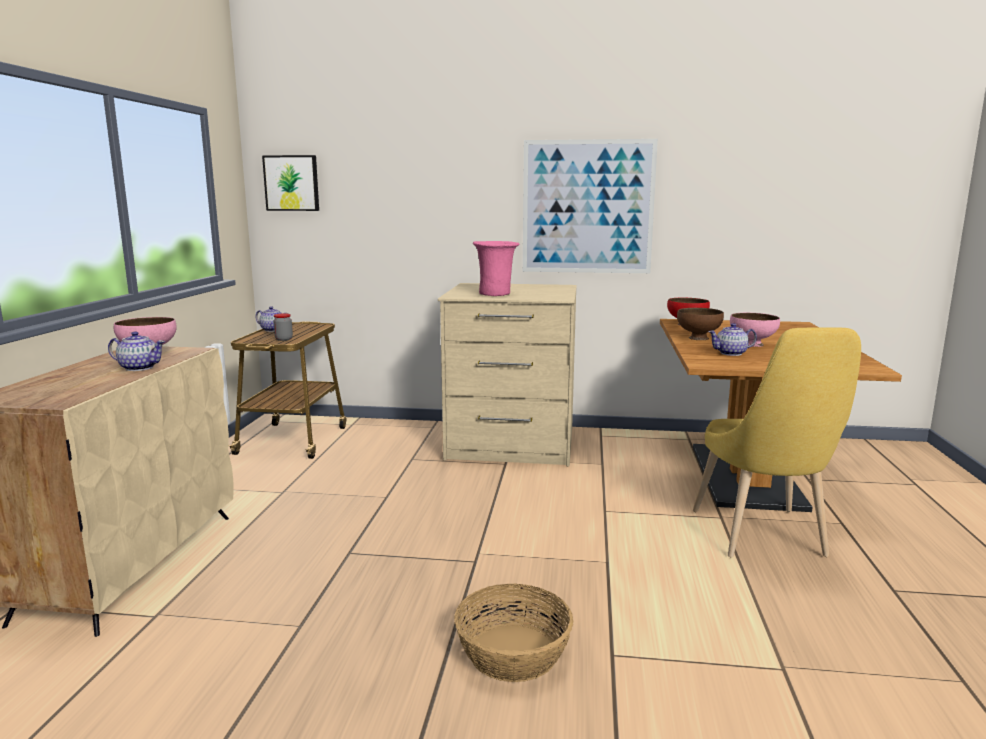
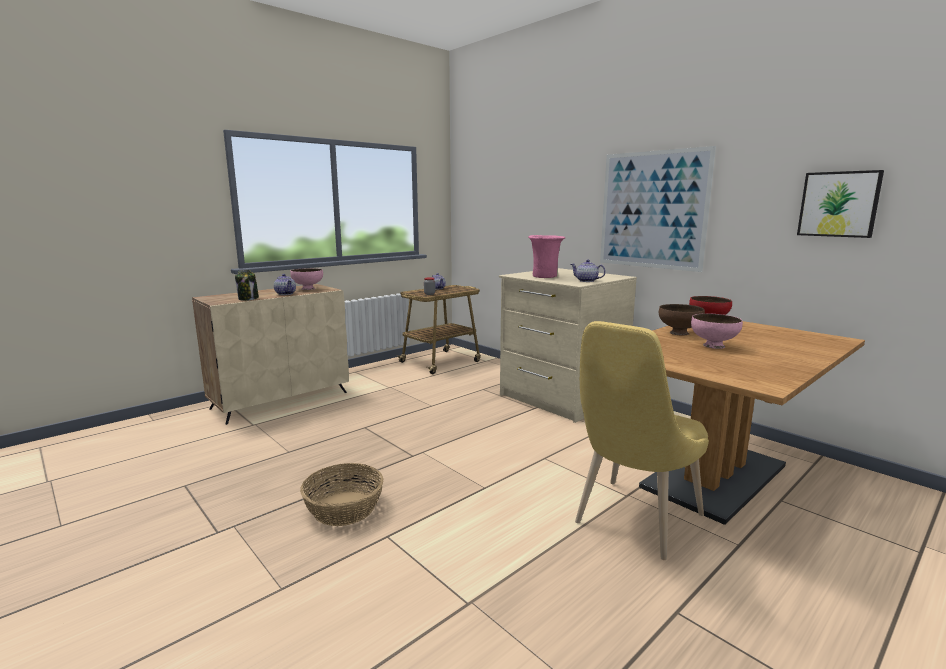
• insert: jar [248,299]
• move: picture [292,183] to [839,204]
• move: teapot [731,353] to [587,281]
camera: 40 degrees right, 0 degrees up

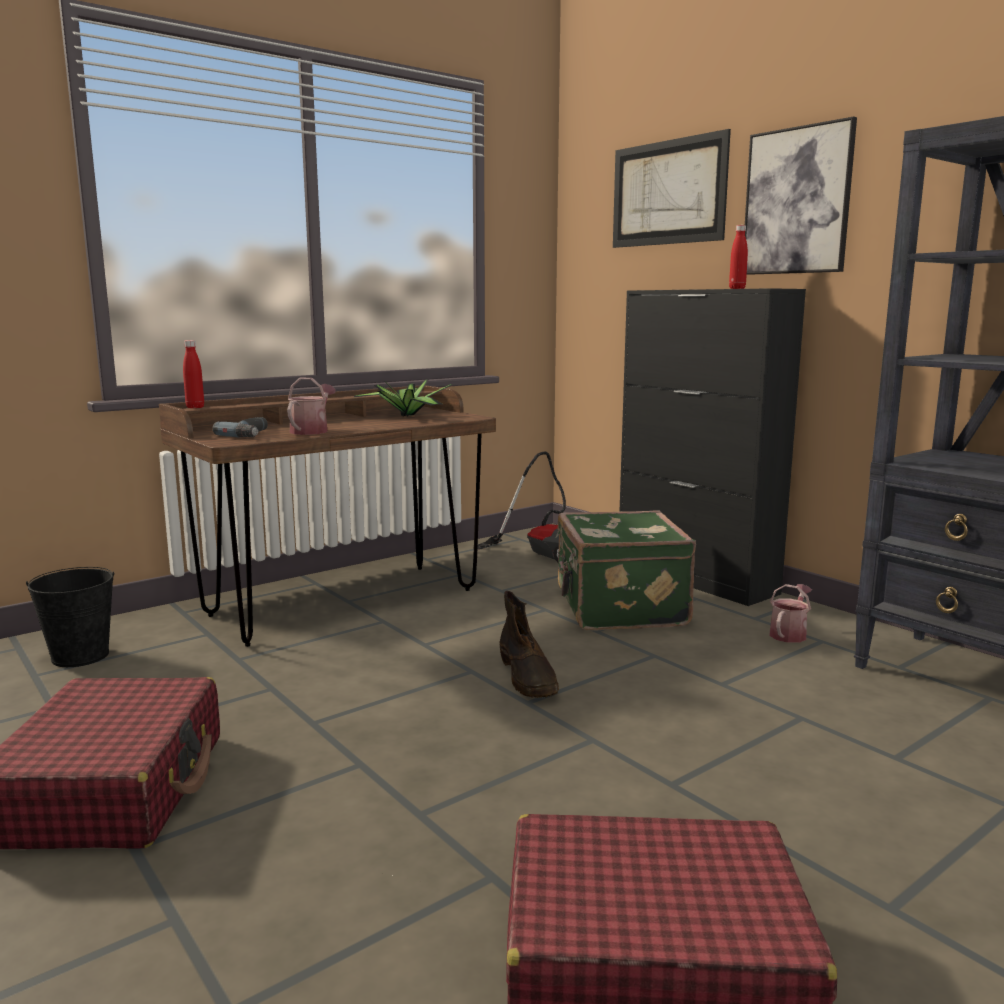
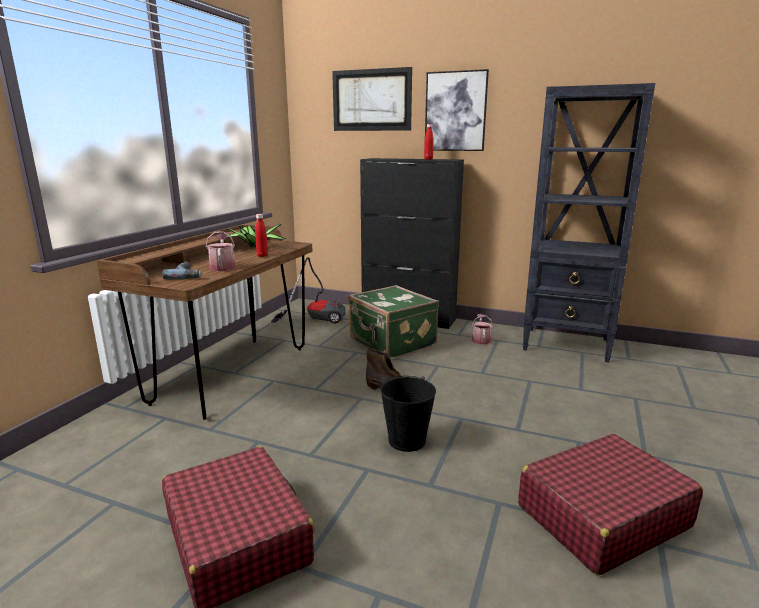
• move: black_bucket [80,656] to [407,440]
• move: red_bottle [195,407] to [262,256]
camera: 30 degrees left, 5 degrees up

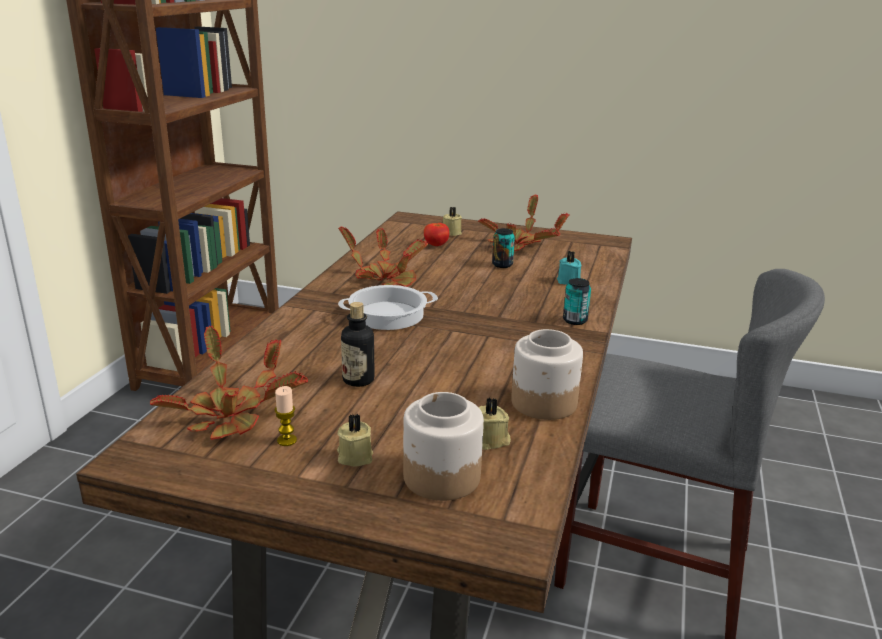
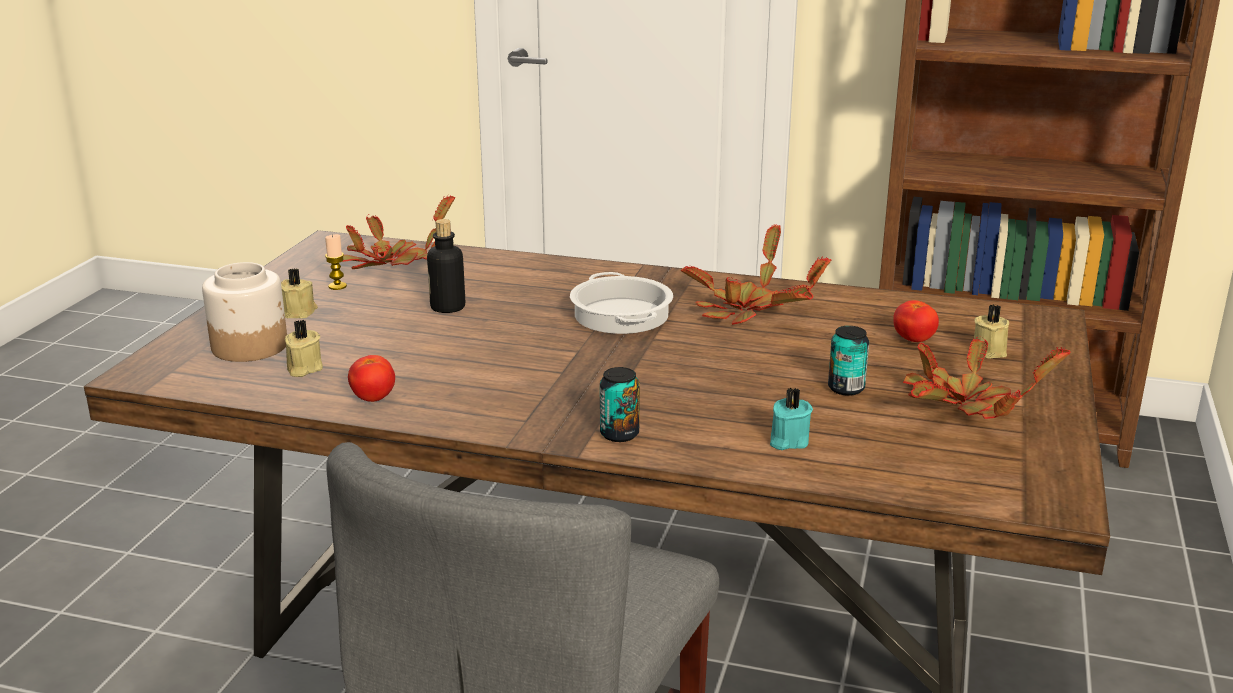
• replace: jar [543,403] to tomato [373,398]
camera: 90 degrees right, 0 degrees up

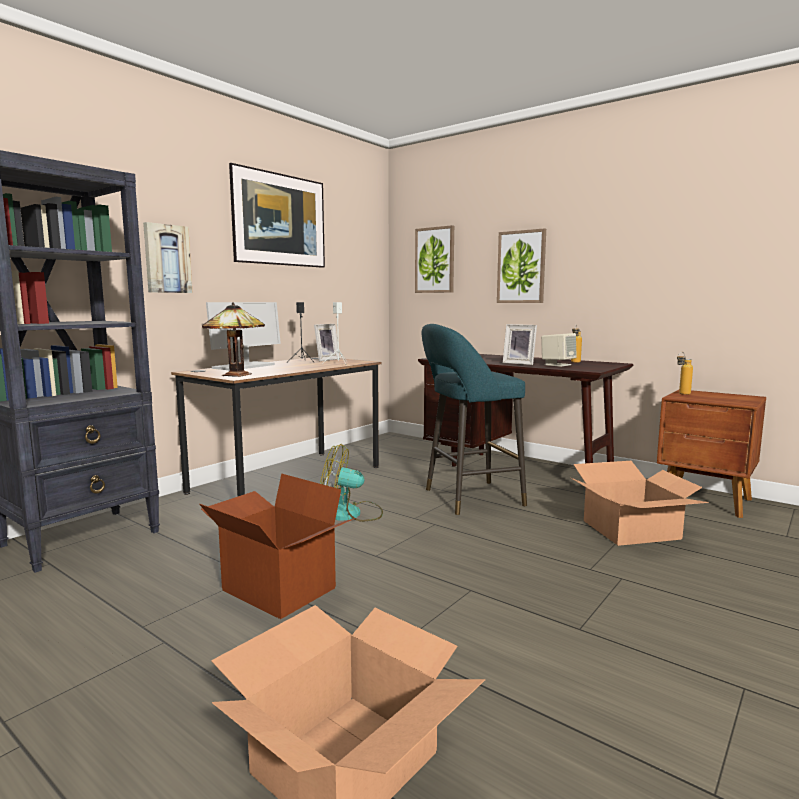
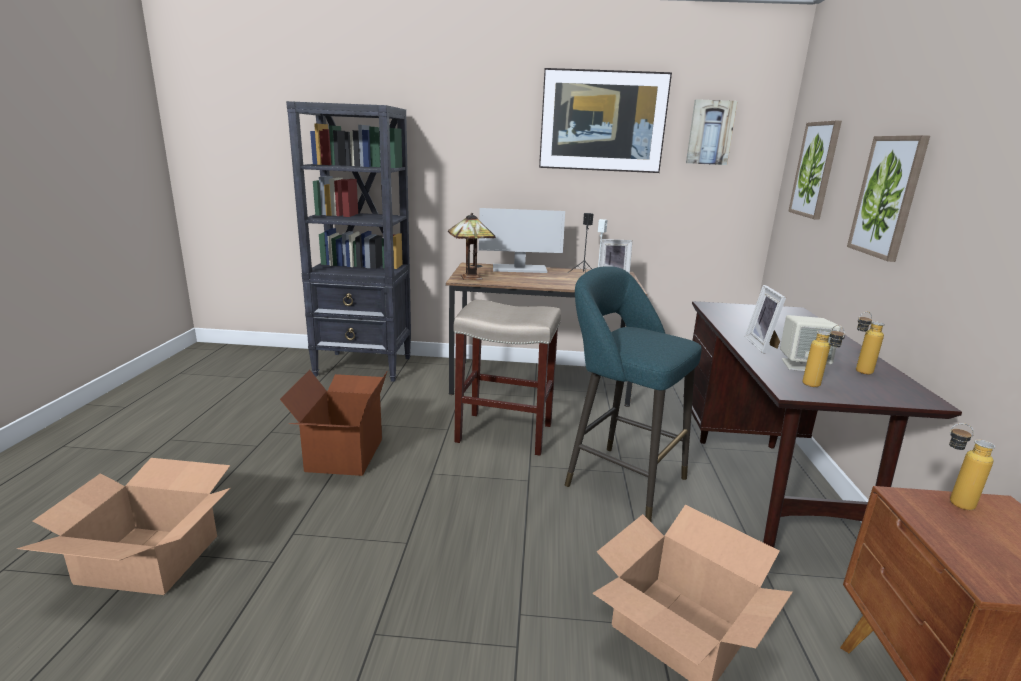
• insert: bottle [816,387]
• move: picture [167,259] to [710,132]
• replace: fan [351,513] to beige_stool [503,433]
camera: 55 degrees right, 10 degrees up

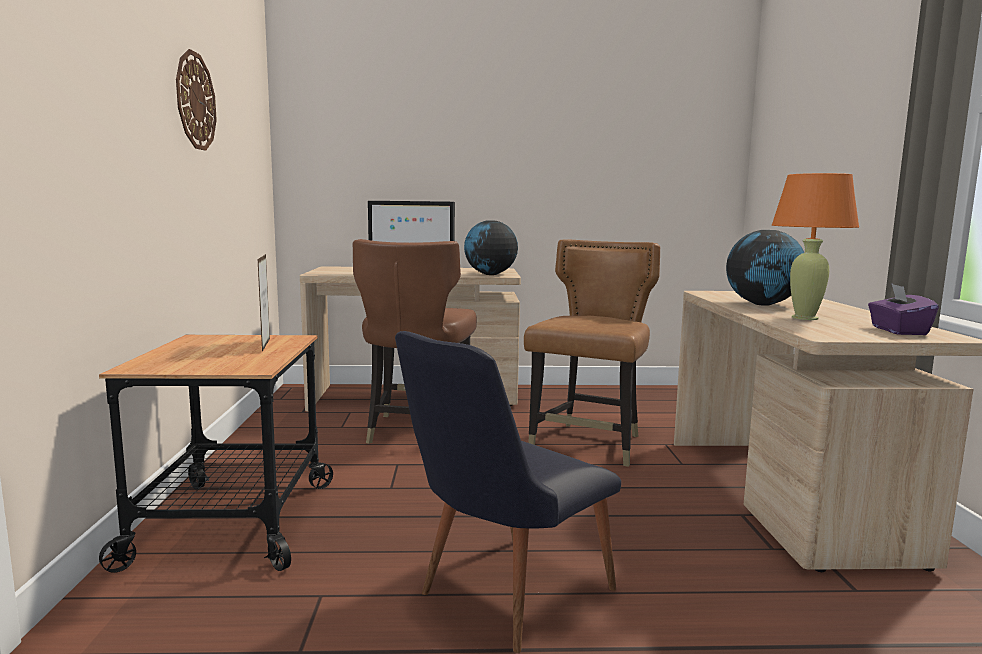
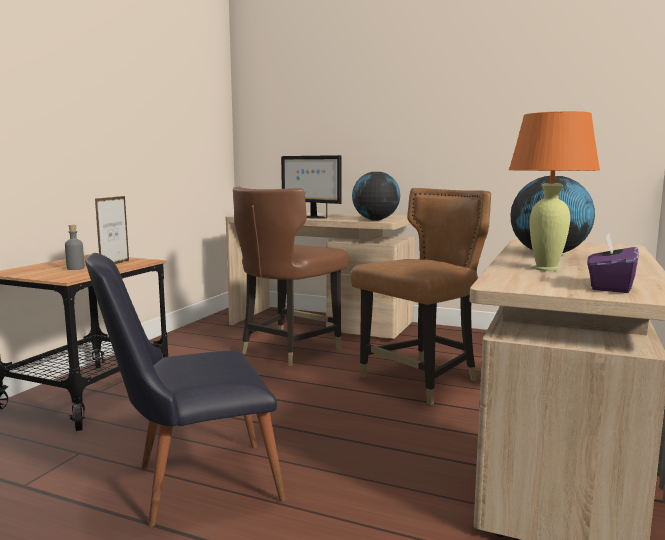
• delete: wall_clock [195,101]
• insert: grey_bottle [75,268]
camera: 25 degrees right, 0 degrees up

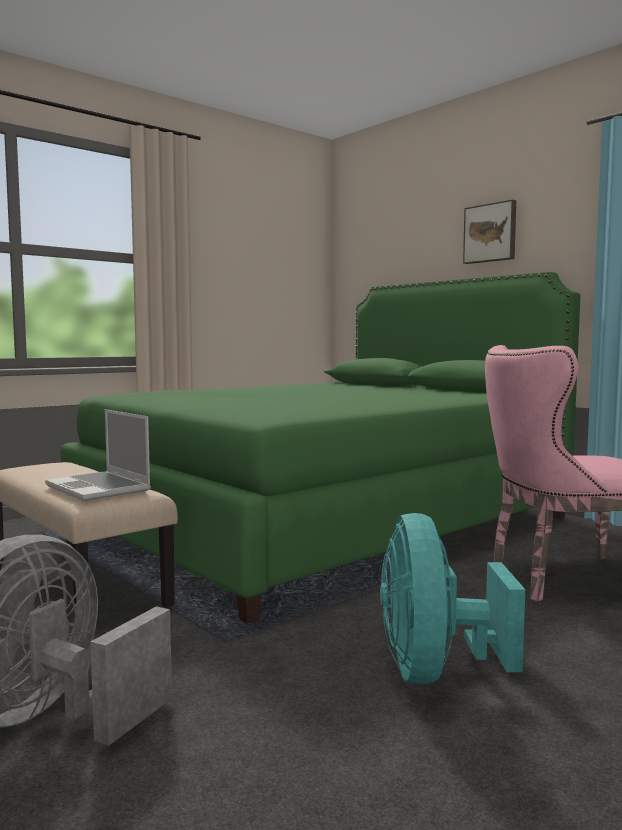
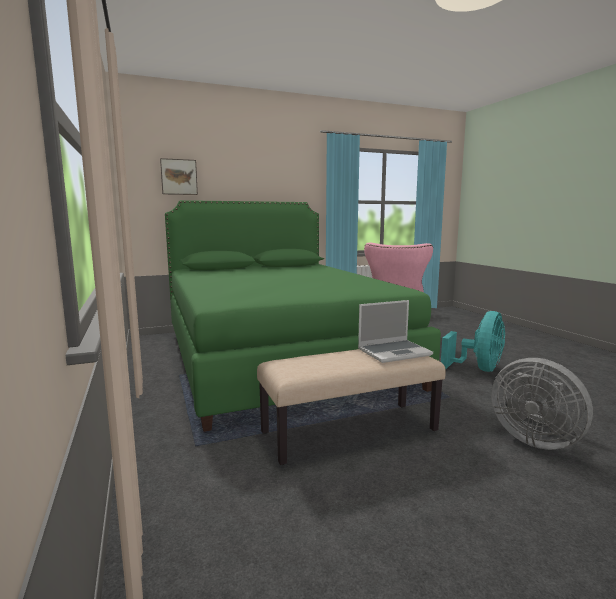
• move: picture [490,233] to [179,177]
• rotate: turquoise_fan [434,671] = [478,369] 75 degrees counterclockwise
camera: 70 degrees left, 5 degrees up

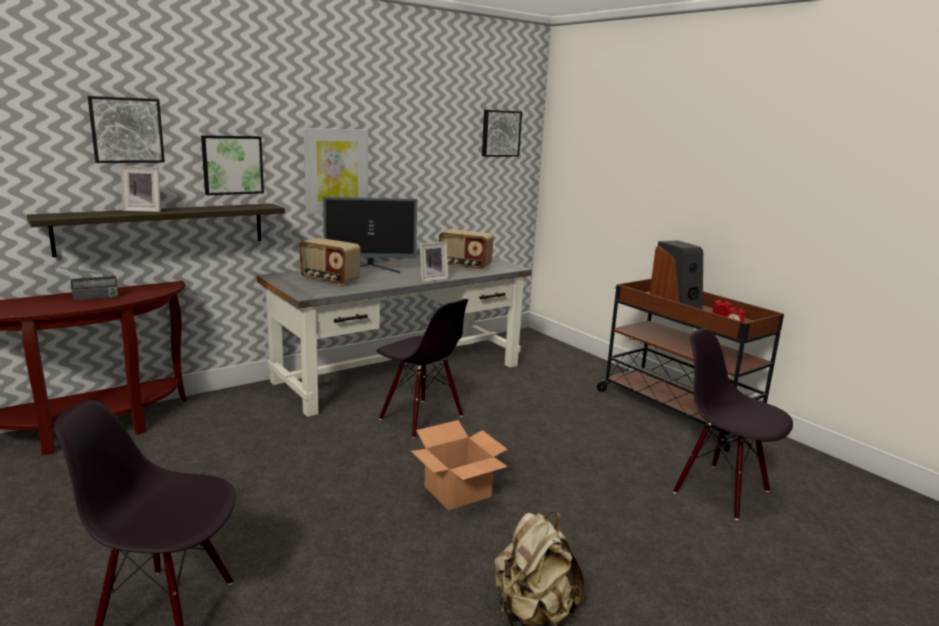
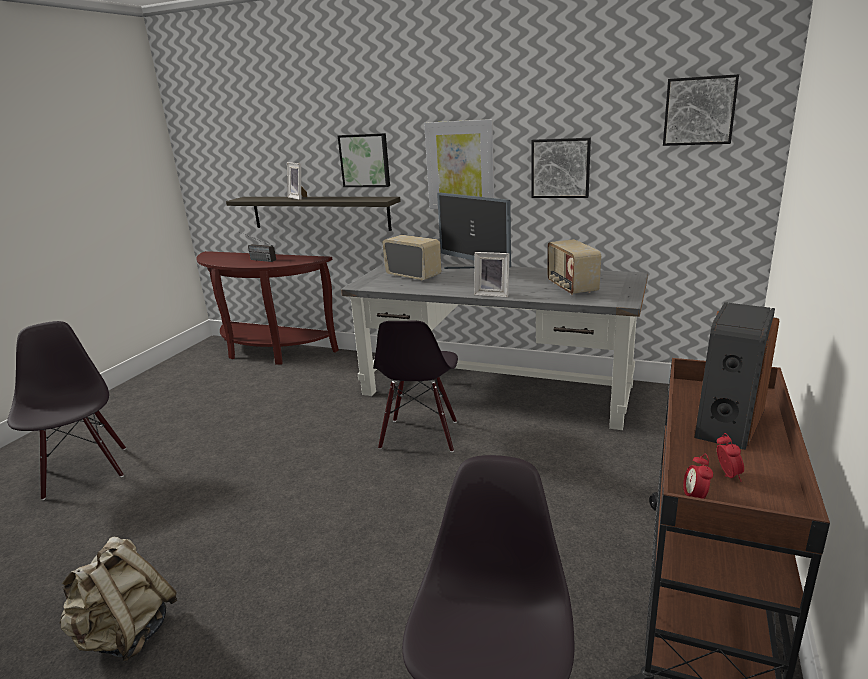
• delete: cardboard_box [458,491]
• move: picture [126,130] to [560,168]
• rotate: radio [329,280] = [414,276] 135 degrees clockwise
camera: 60 degrees right, 5 degrees up

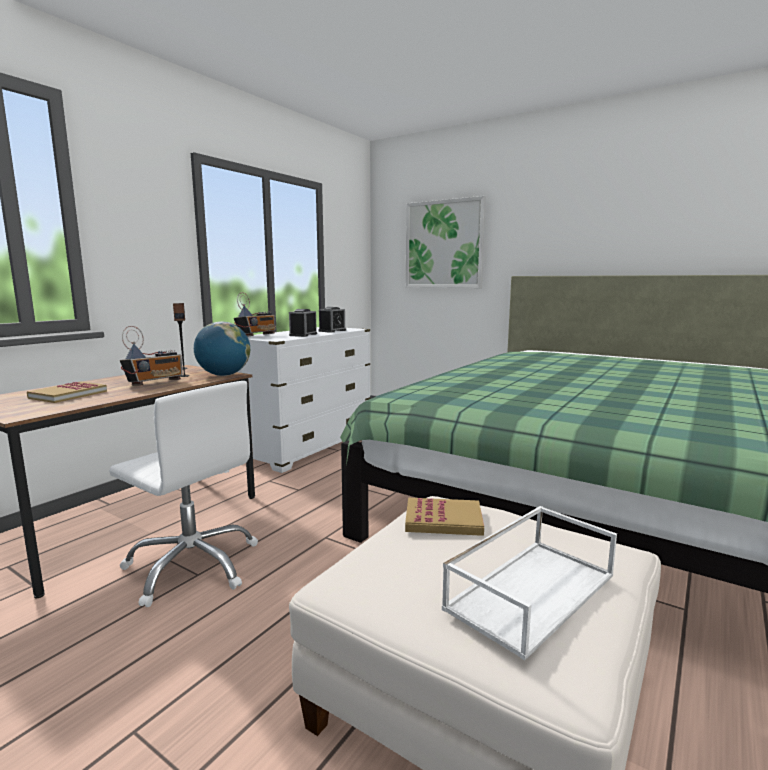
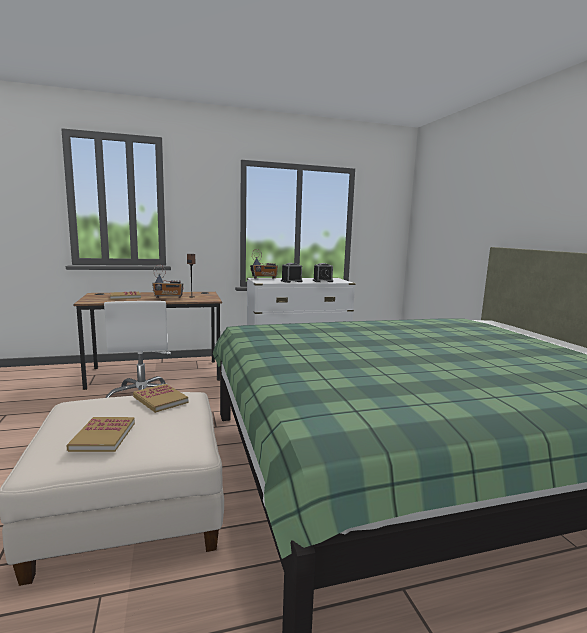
• delete: globe [224,375]
• delete: picture [444,244]
• replace: white_tray [531,590] to book [103,436]
camera: 40 degrees right, 0 degrees up

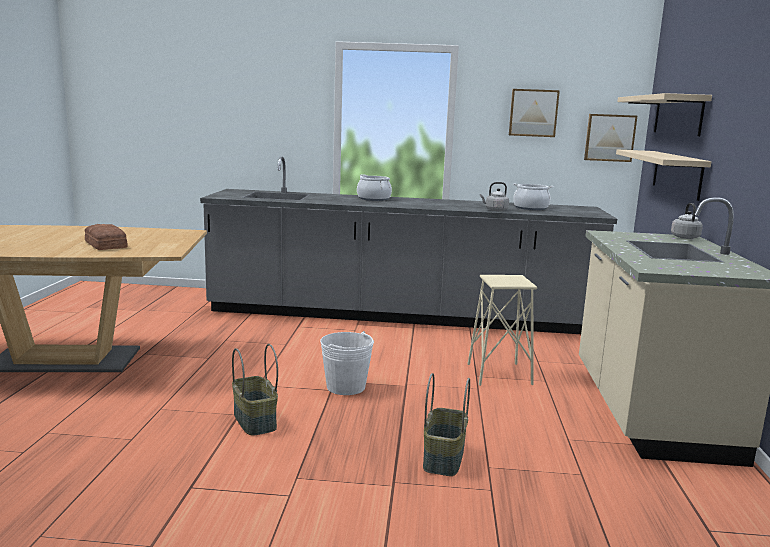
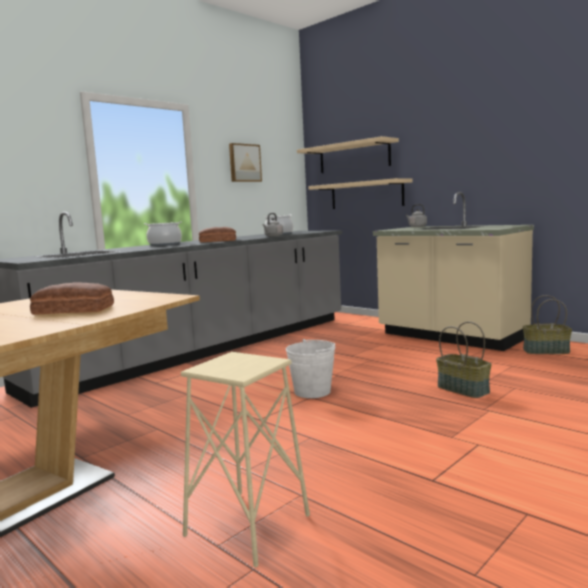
• delete: picture [609,137]
• insert: bread [217,241]
• move: basket [253,421] to [545,351]
• move: beige_stool [498,374] to [247,526]
camera: 50 degrees left, 5 degrees down

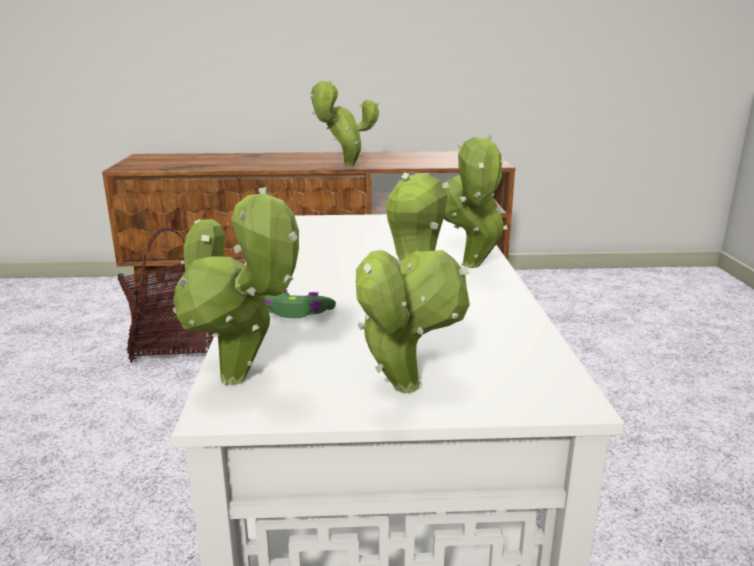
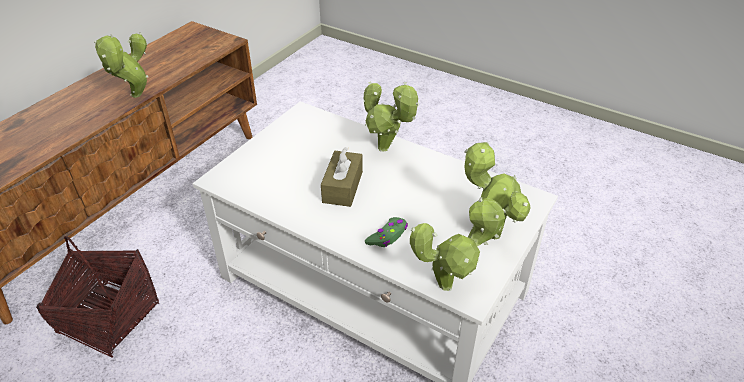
• insert: brown_tissue_box [342,187]
camera: 55 degrees left, 20 degrees up

